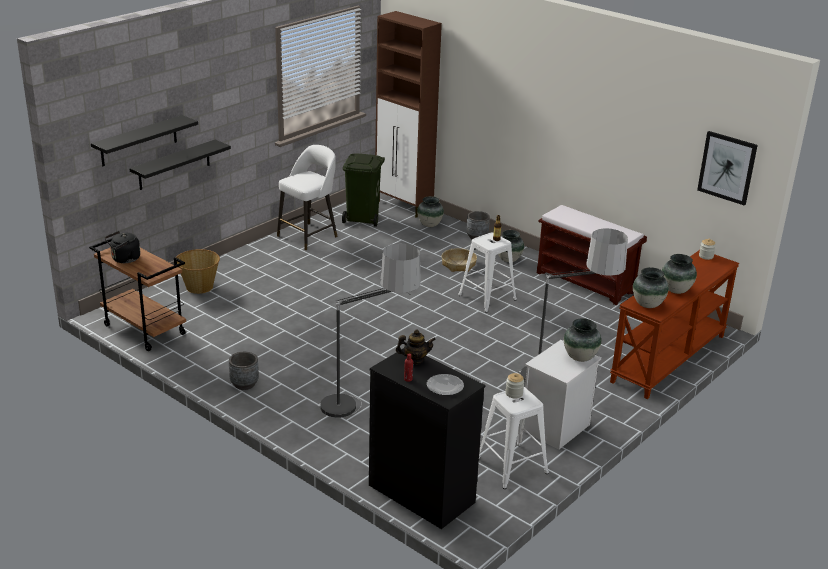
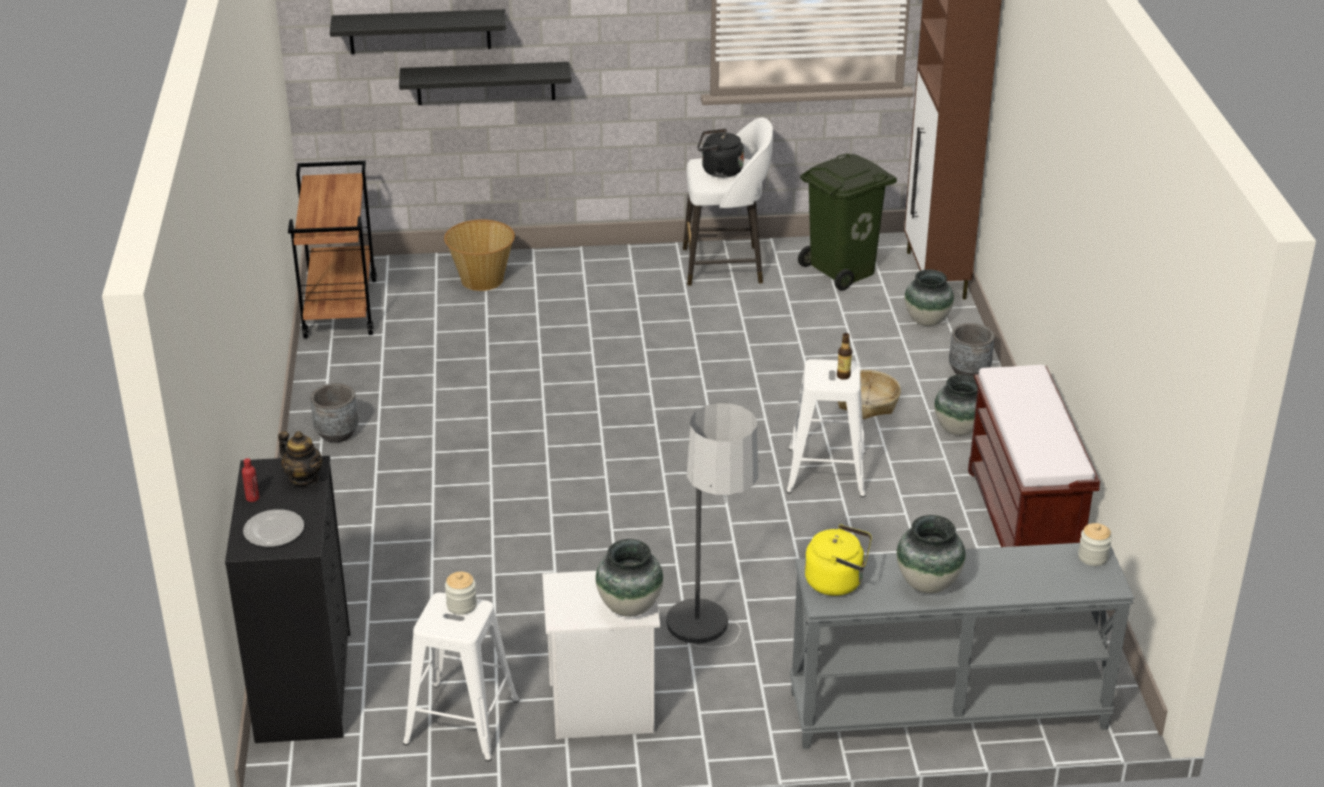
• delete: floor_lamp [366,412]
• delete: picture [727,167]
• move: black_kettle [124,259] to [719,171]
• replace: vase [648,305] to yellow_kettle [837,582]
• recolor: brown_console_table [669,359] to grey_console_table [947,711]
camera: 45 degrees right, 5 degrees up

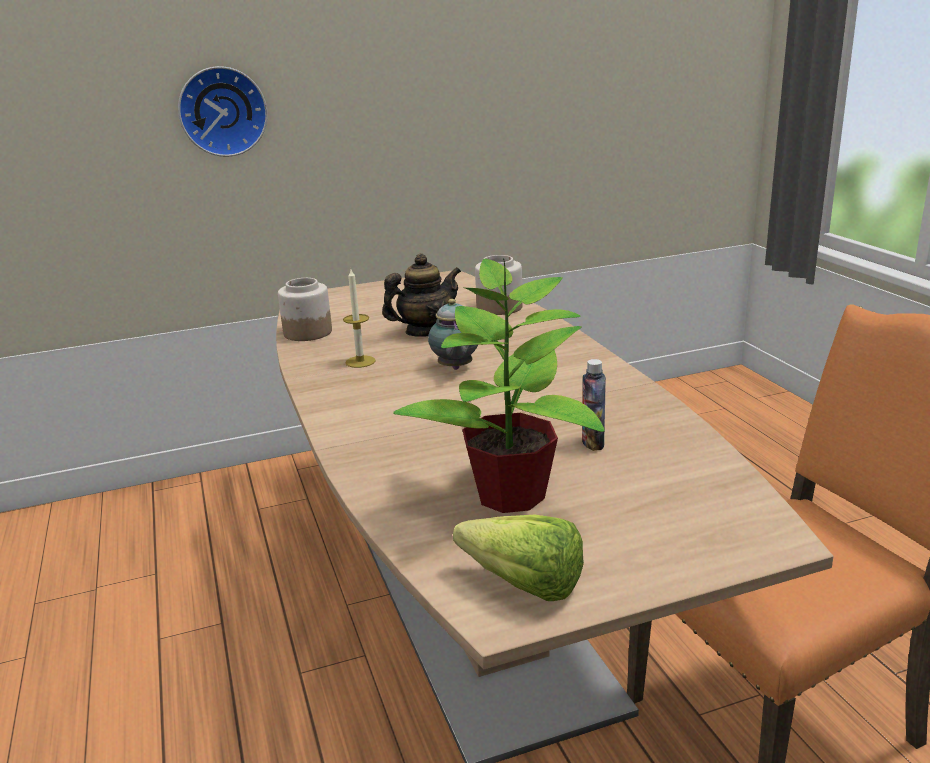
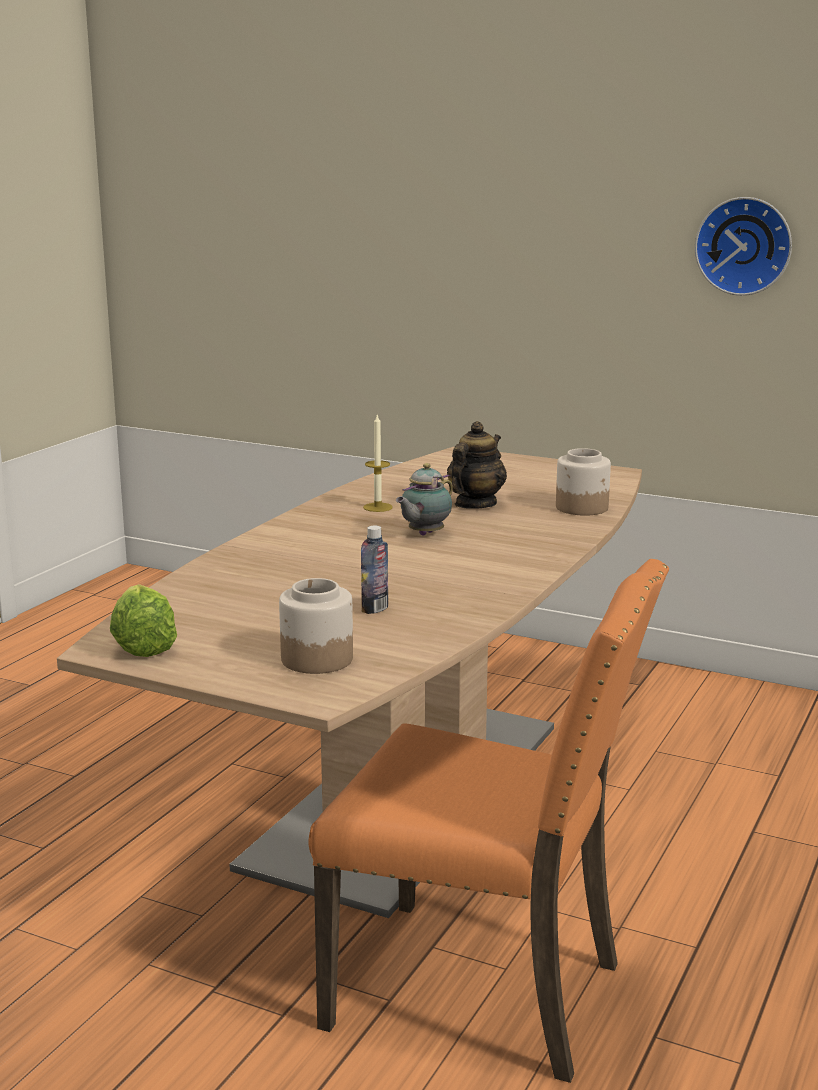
• delete: potted_plant [510,496]
• move: wall_clock [222,111] to [744,245]
• move: jar [307,332] to [316,659]
• rotate: teapot [425,331] = [475,504] 75 degrees counterclockwise
camera: 45 degrees right, 5 degrees down

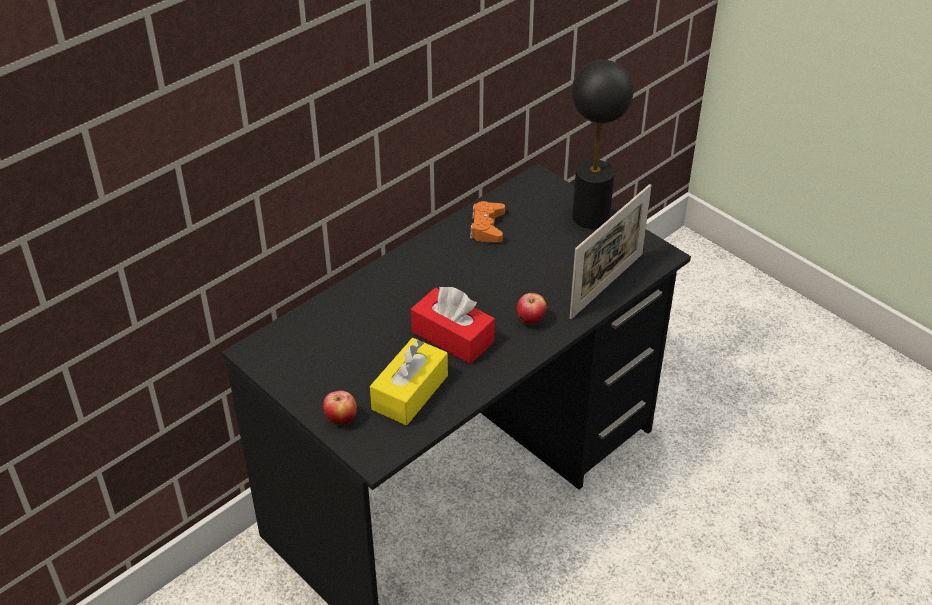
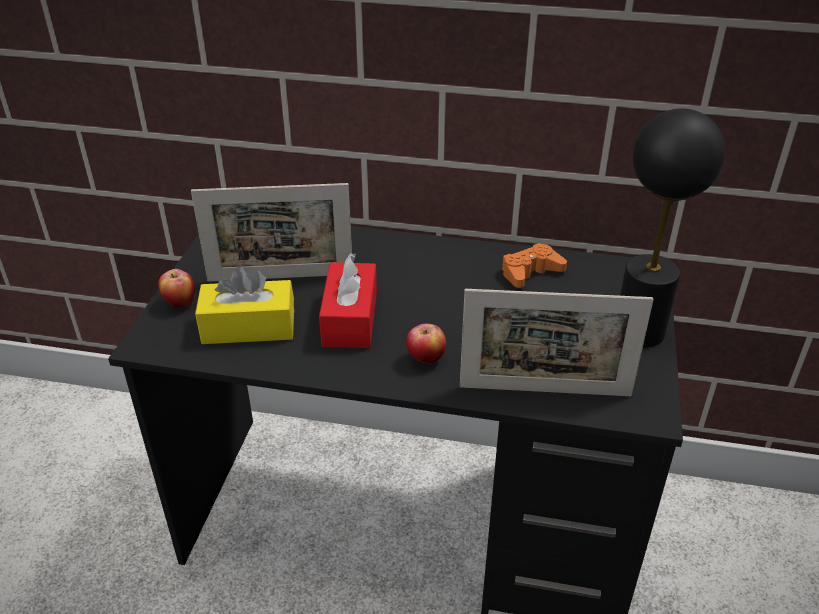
• insert: picture_frame [280,277]
camera: 55 degrees right, 5 degrees down

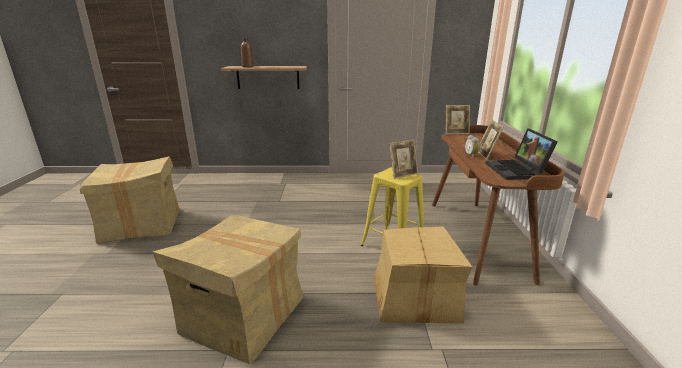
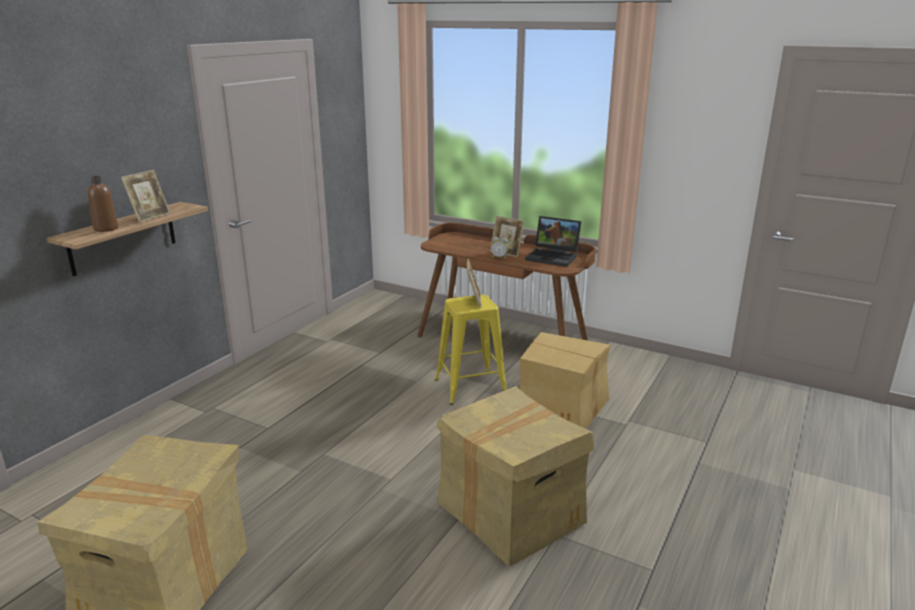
• move: picture_frame [456,133] to [150,217]
camera: 60 degrees left, 0 degrees up

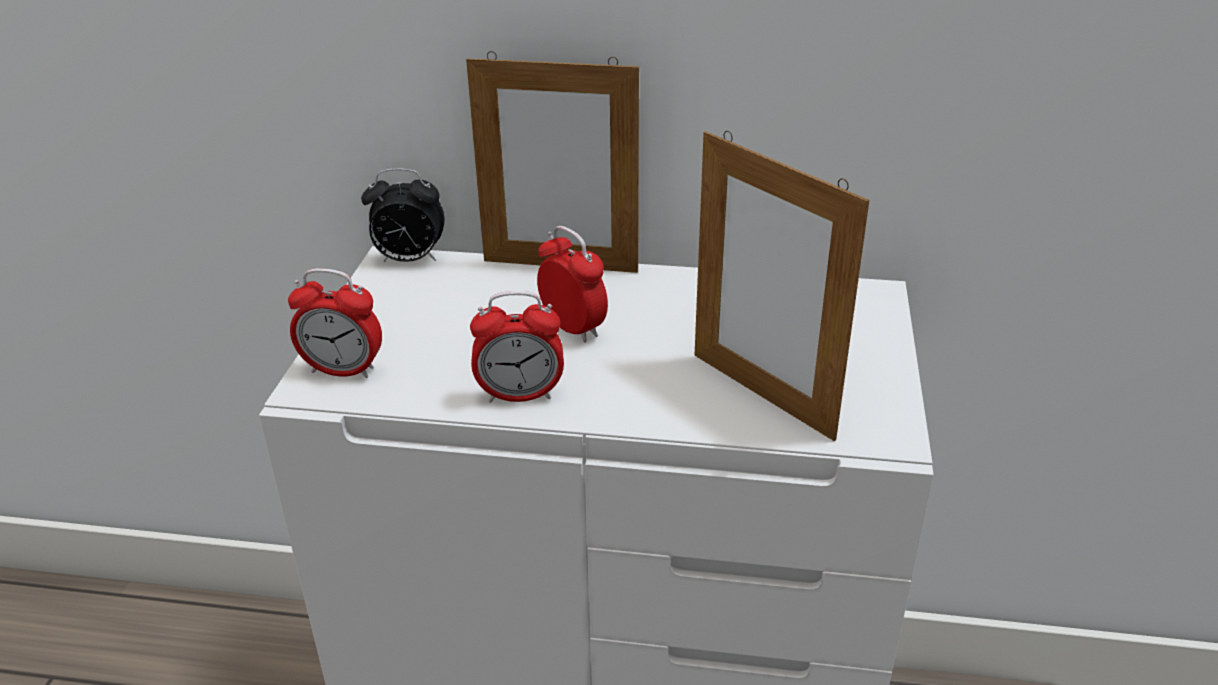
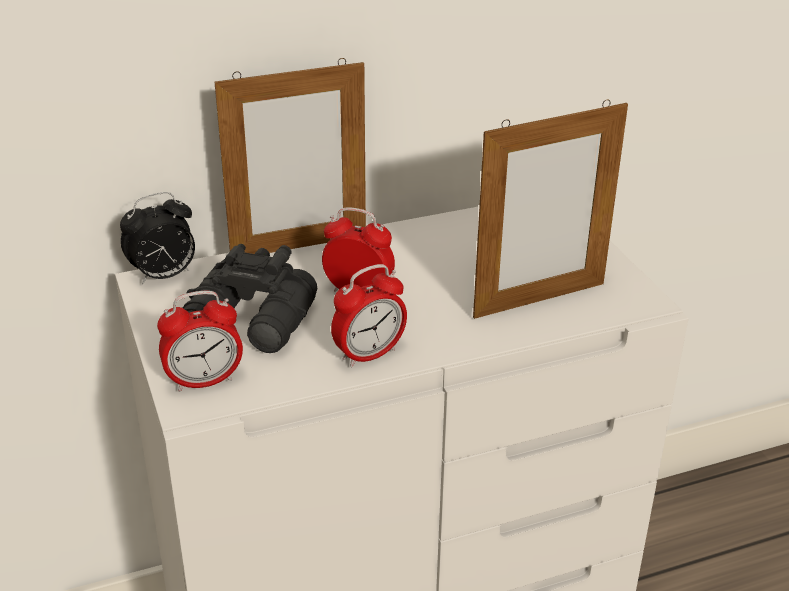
• insert: black_binoculars [252,323]
• rotate: picture_frame [761,395] = [539,300] 45 degrees counterclockwise
camera: 30 degrees left, 0 degrees up

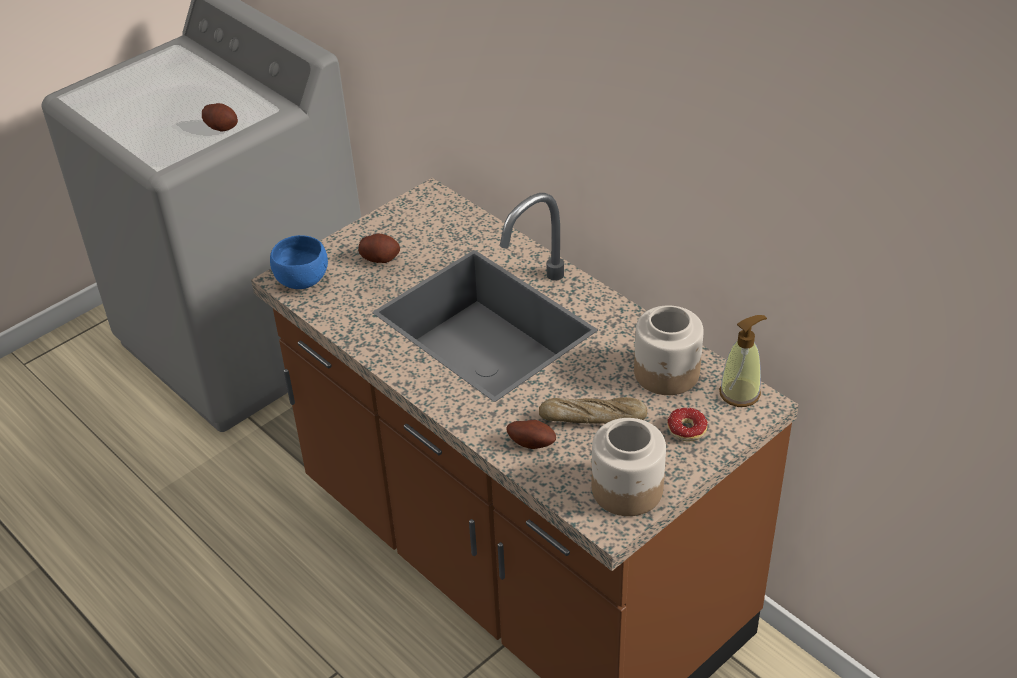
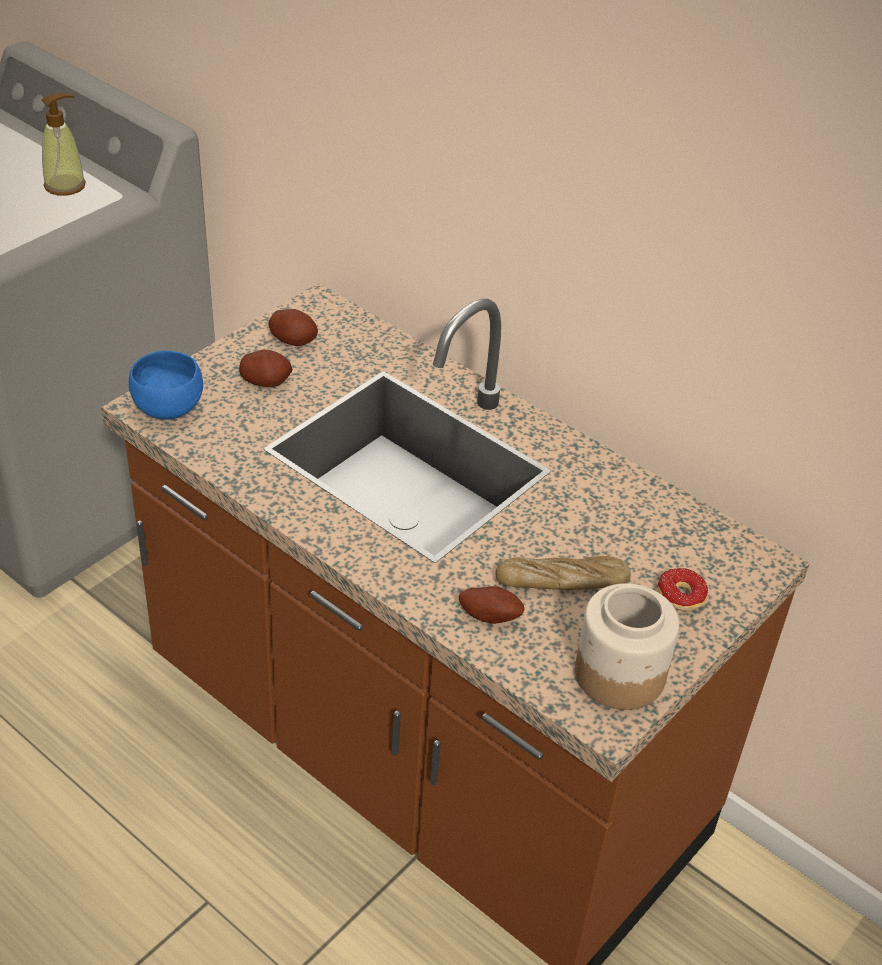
• delete: jar [667,373]
• move: potato [222,127] to [293,340]
• move: soap_dispenser [740,393] to [65,185]
camera: 10 degrees left, 0 degrees up

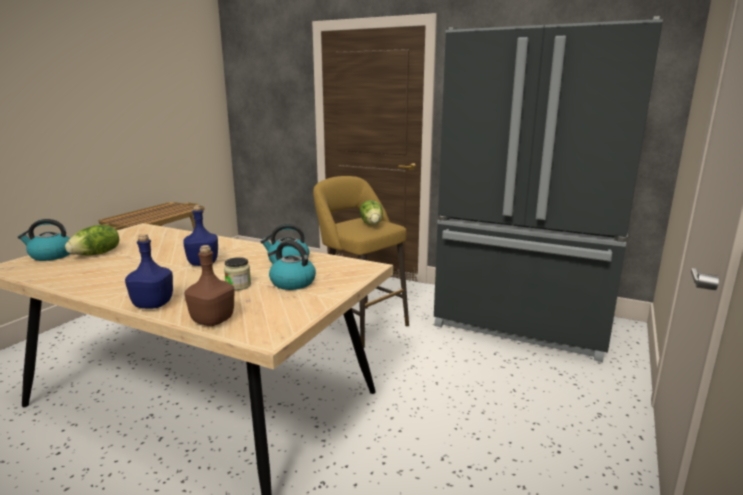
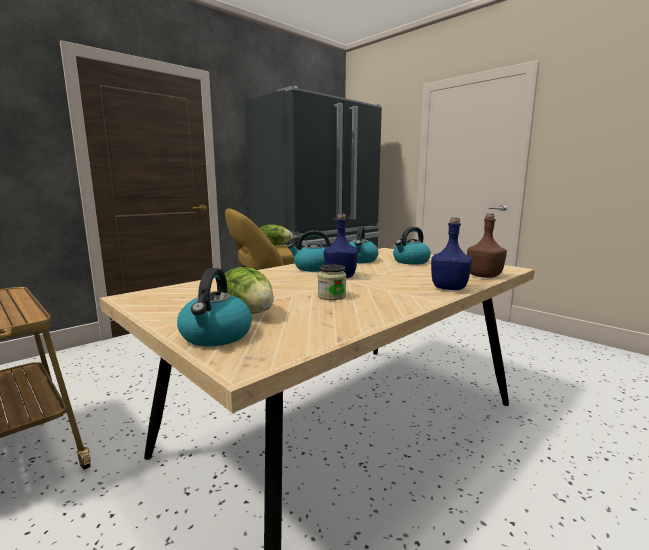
• insert: kettle [313,268]
• move: jar [238,285] to [331,296]
camera: 70 degrees left, 5 degrees down

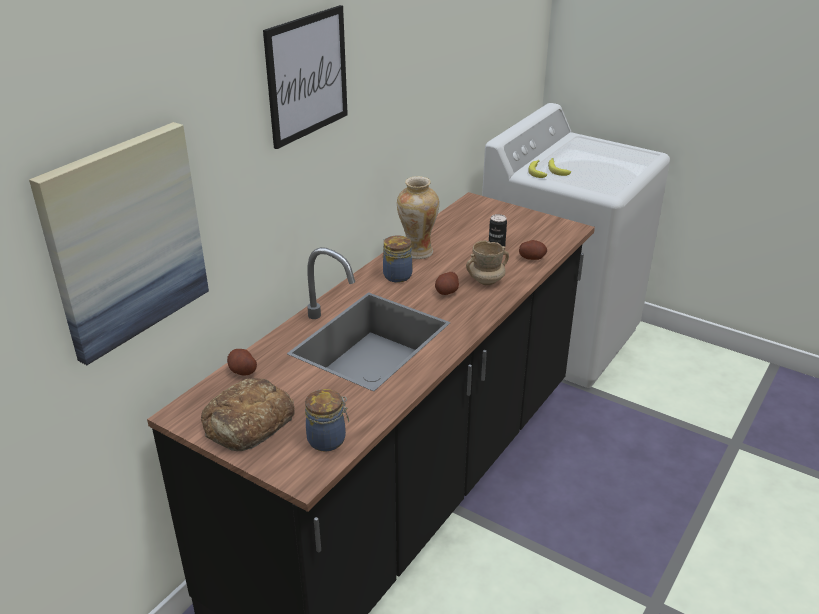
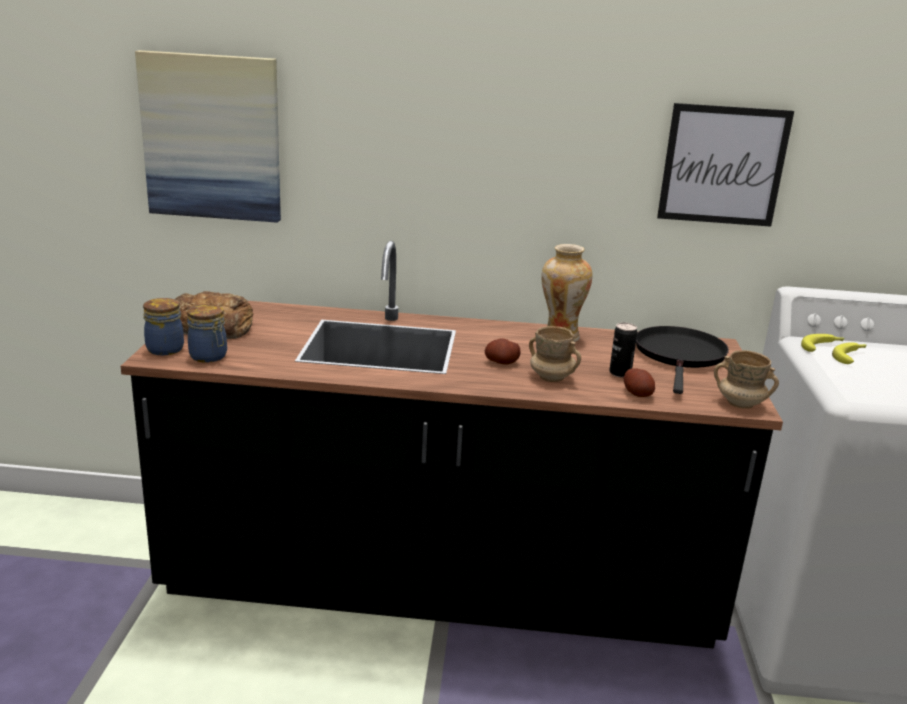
• delete: potato [242,371]
• insert: black_frying_pan [680,356]
• insert: beige_mug [740,403]
• move: picture [307,76] to [723,165]
• move: jar [396,275] to [166,348]
camera: 60 degrees right, 10 degrees down

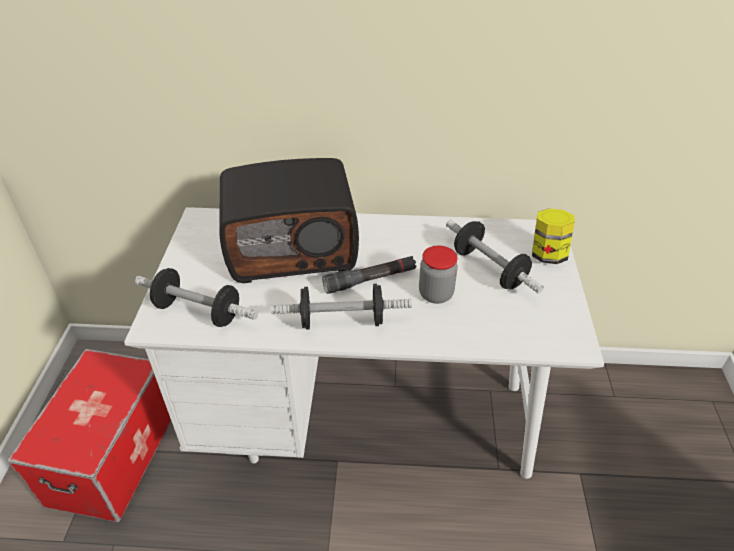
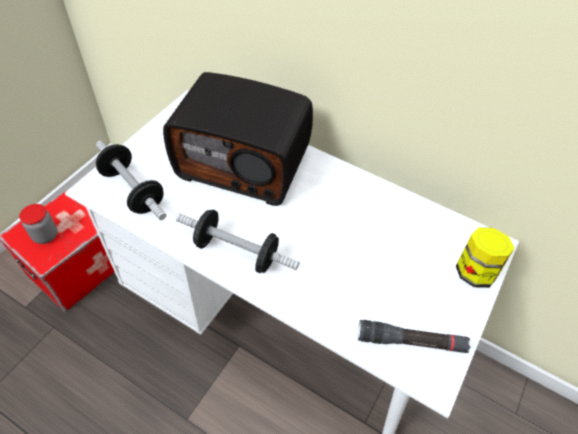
• delete: dumbbell [489,269]
• move: black_flashlight [370,280] to [410,342]
• move: jar [436,294] to [45,235]
camera: 25 degrees right, 10 degrees up

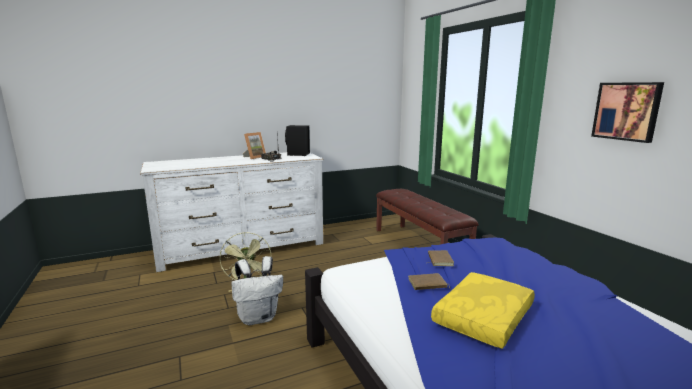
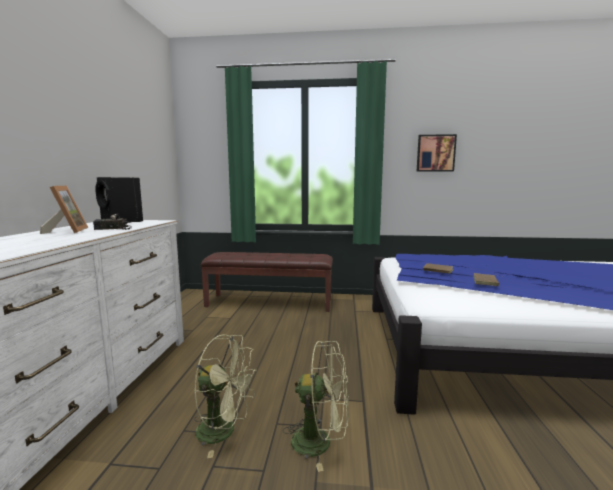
• delete: yellow_pillow [484,318]
• replace: white_backpack [258,318] to green_fan [320,442]
camera: 60 degrees left, 5 degrees down

